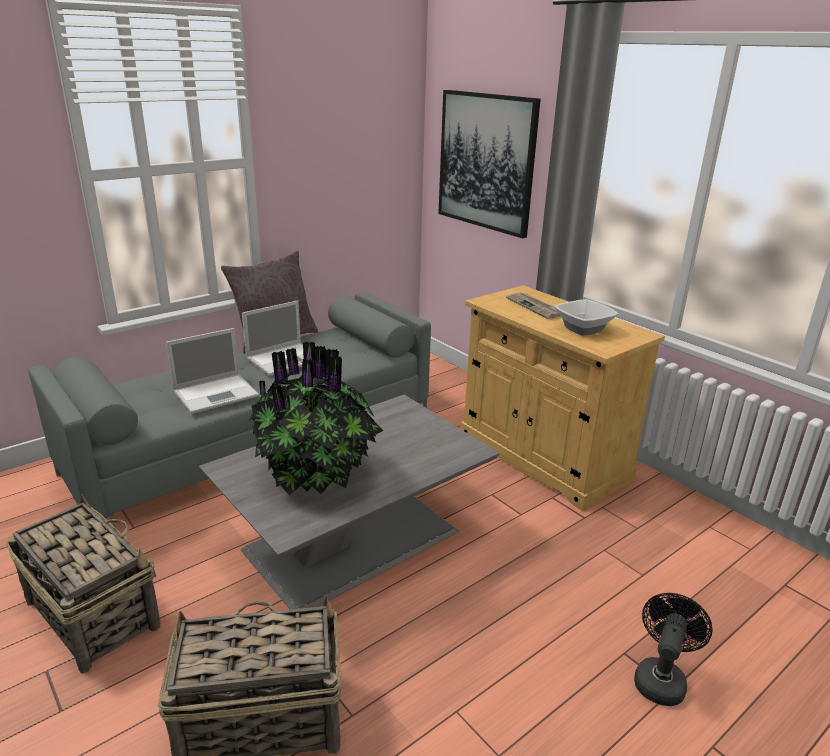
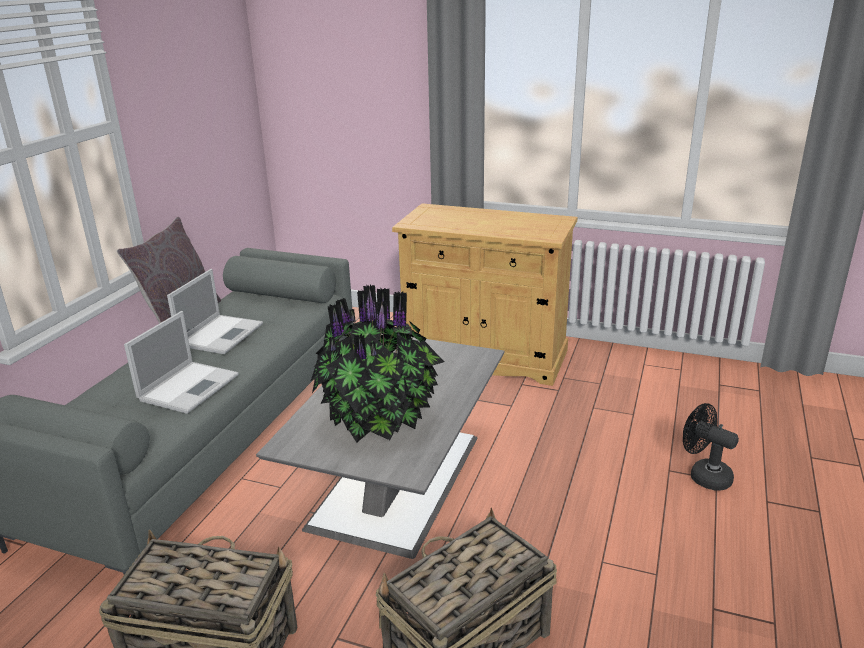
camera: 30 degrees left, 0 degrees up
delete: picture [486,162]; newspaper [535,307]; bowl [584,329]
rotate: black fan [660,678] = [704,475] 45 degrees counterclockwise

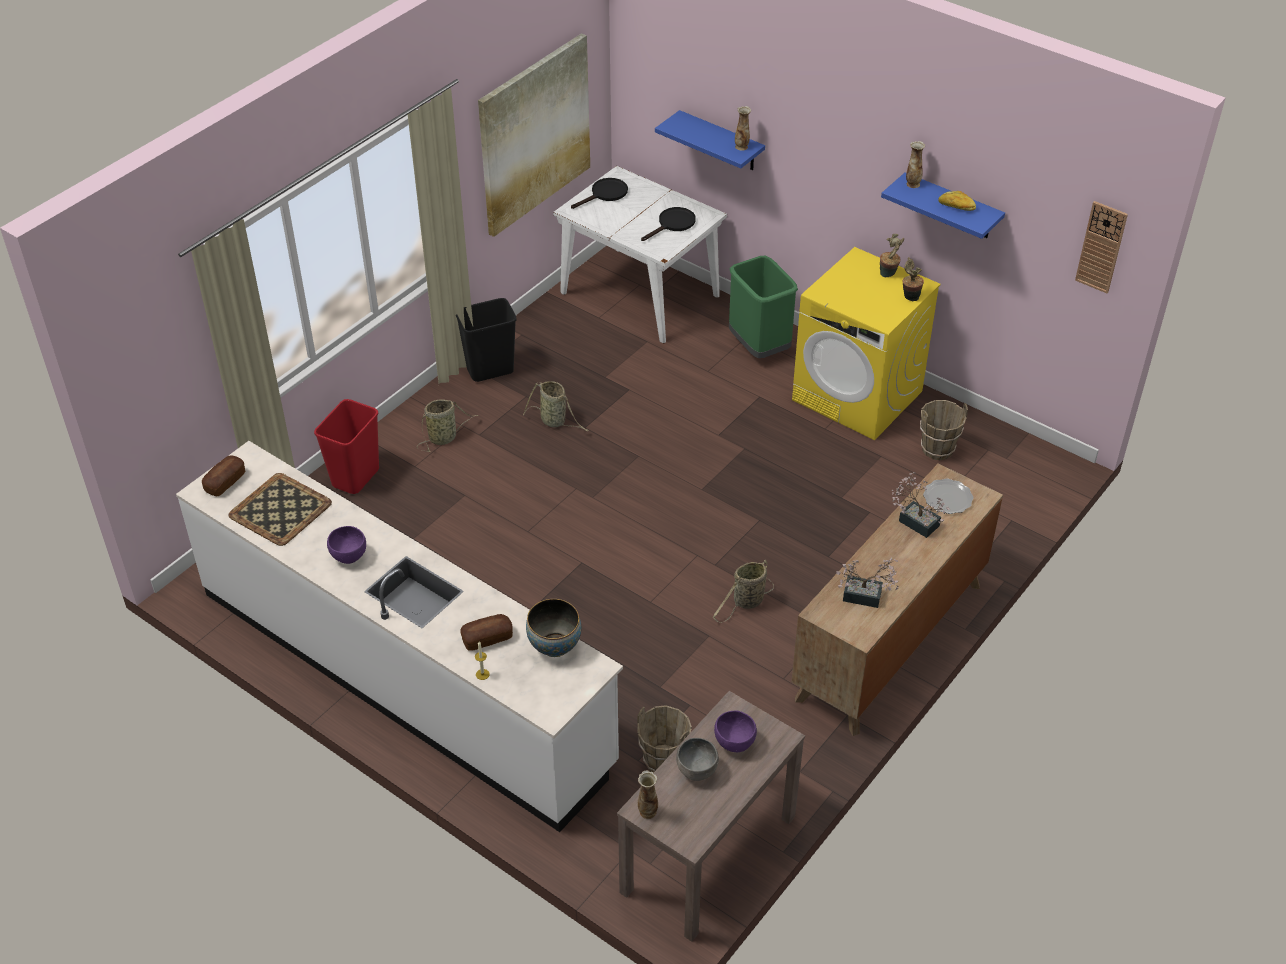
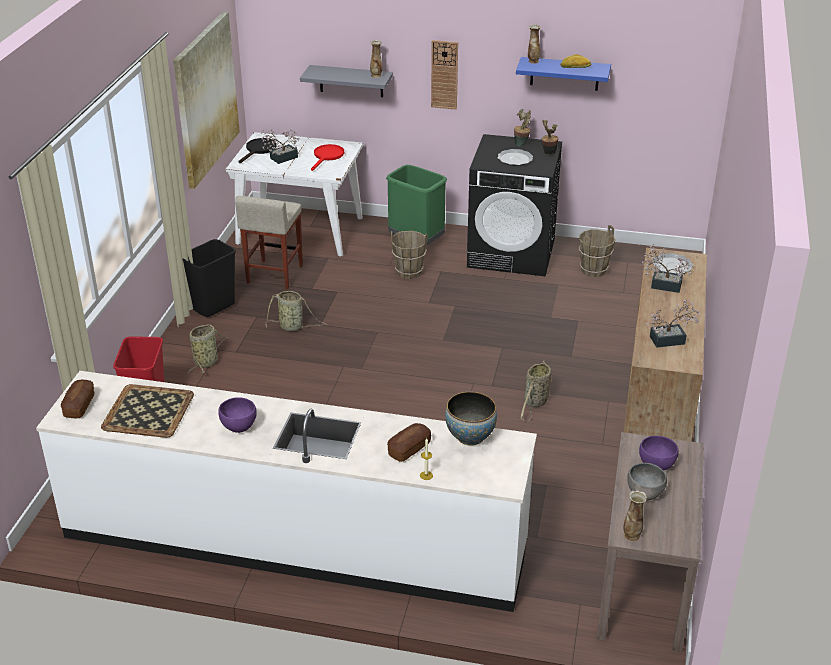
camera: 25 degrees left, 10 degrees down
insert: beige stool [274,275]; potted plant [281,158]; plate [514,159]
move: brown bucket [664,761] to [409,272]; wall clock [1101,247] to [444,74]
recolor: blue shelf [721,141] to grey shelf [351,81]; black frying pan [673,224] to red frying pan [327,156]; yellow washing machine [858,396] to black washing machine [512,253]

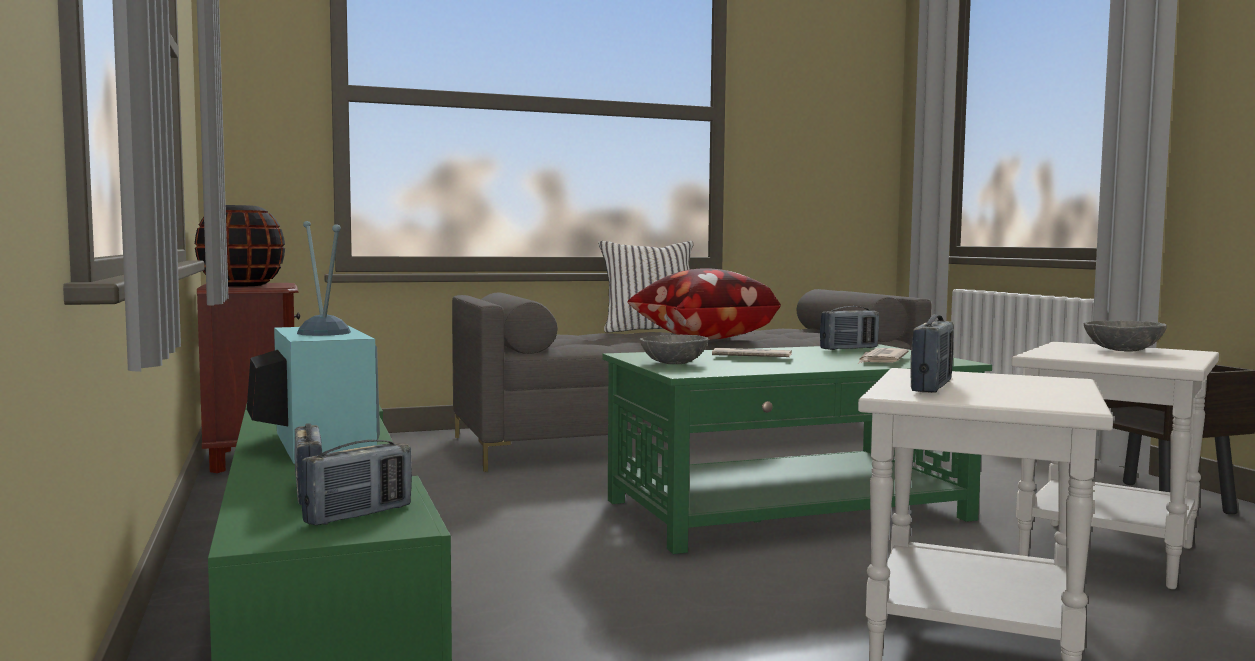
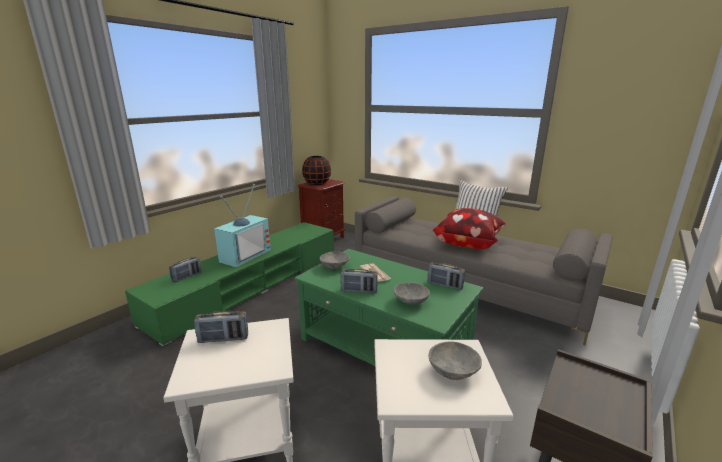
camera: 55 degrees right, 15 degrees up
move: radio [358,515] to [359,290]
replace: newspaper [881,360] to grey bowl [410,302]

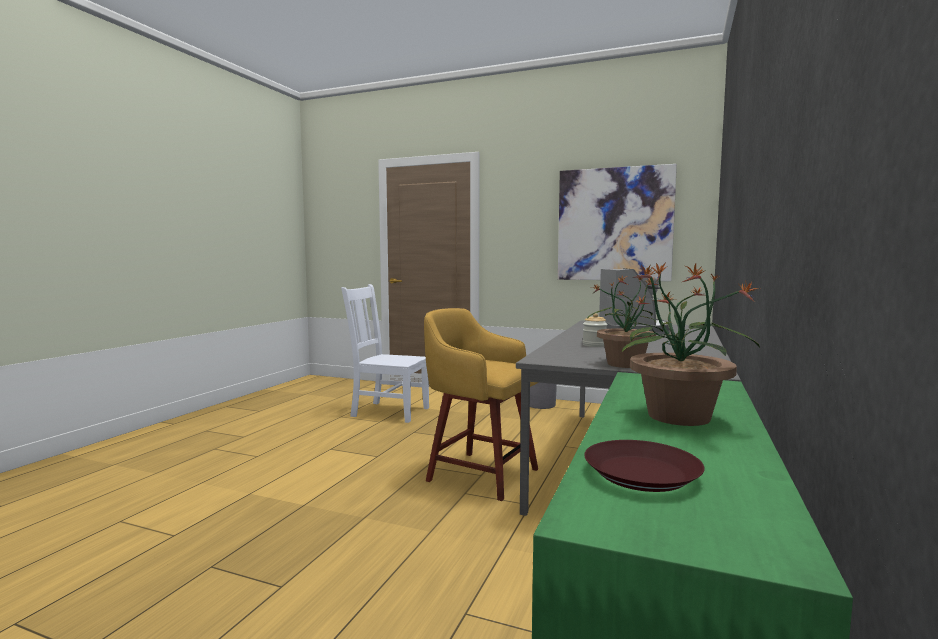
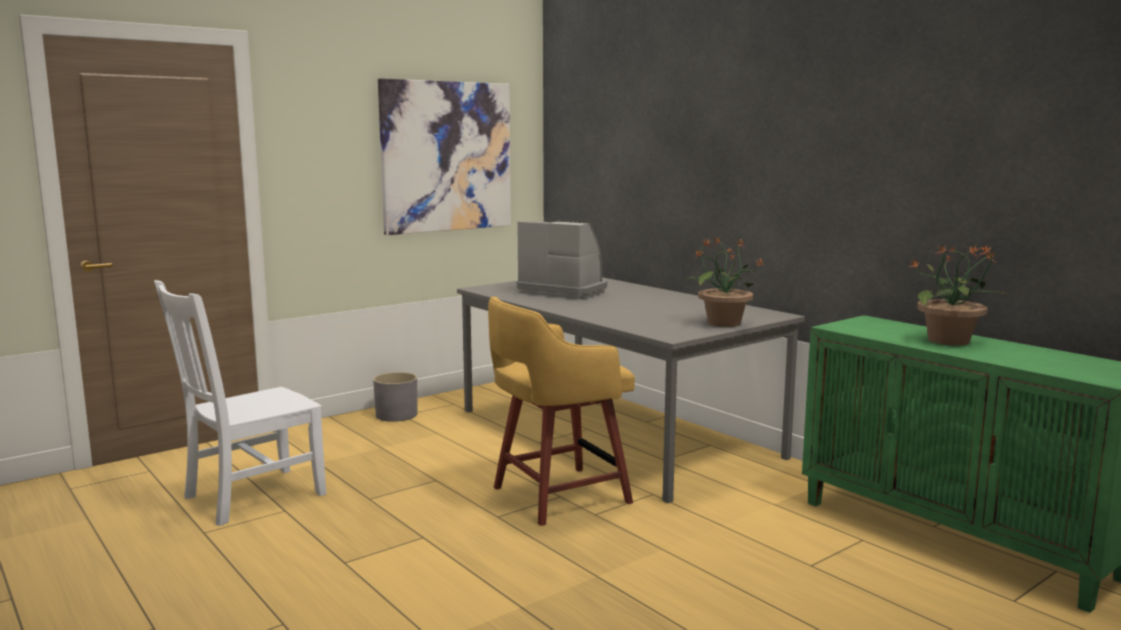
camera: 60 degrees left, 5 degrees up
delete: jar [594,345]; brown plate [642,474]

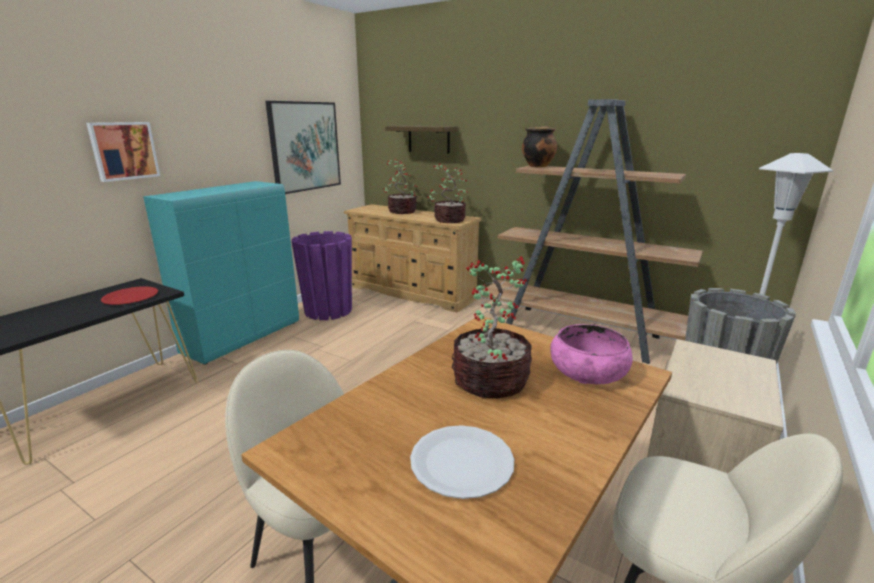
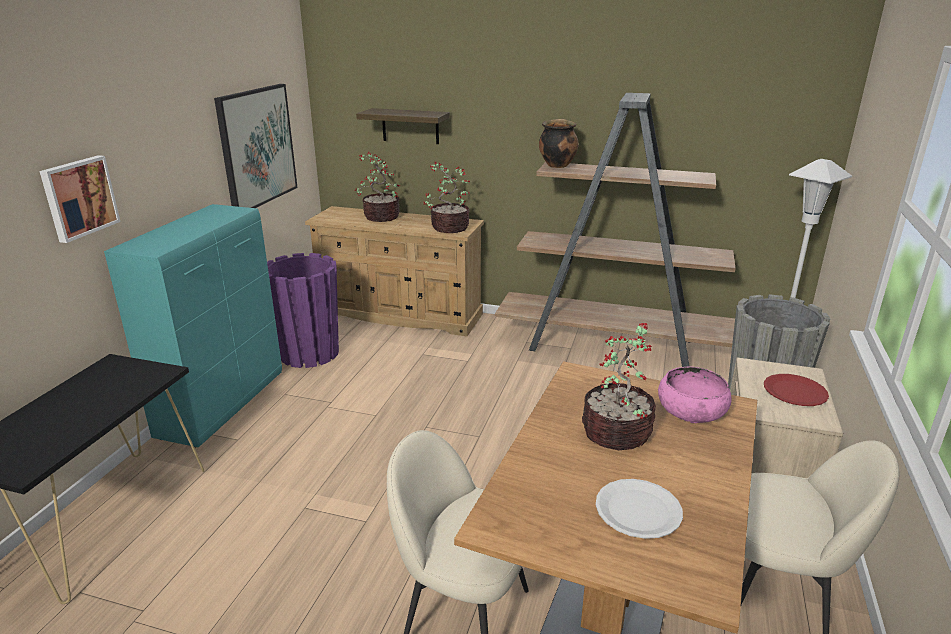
camera: 15 degrees left, 5 degrees up
move: red plate [130,297] to [795,391]

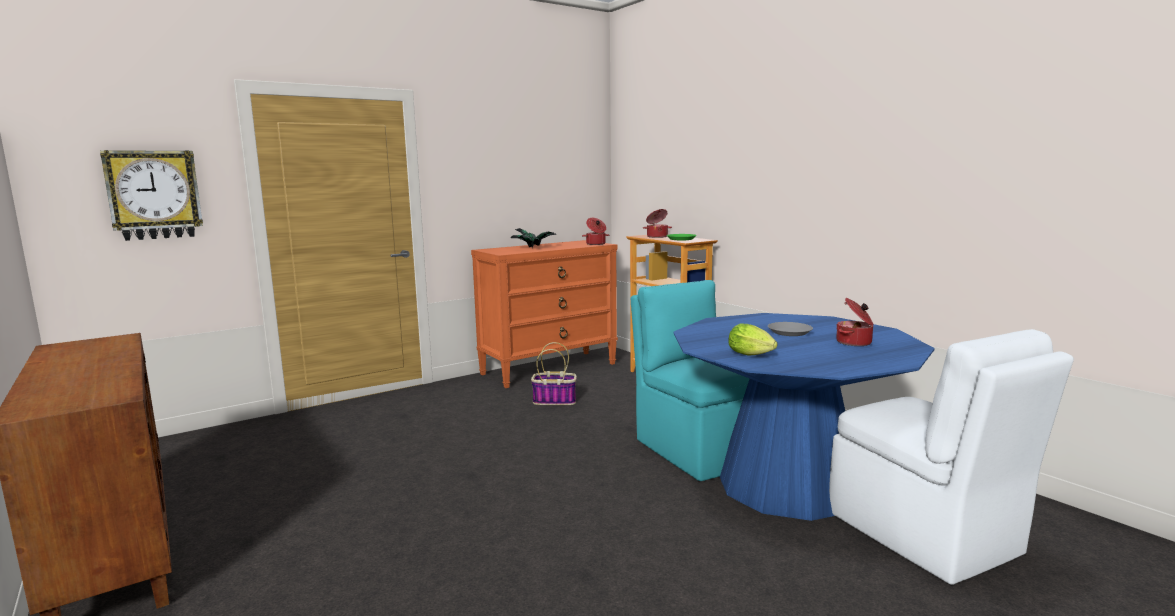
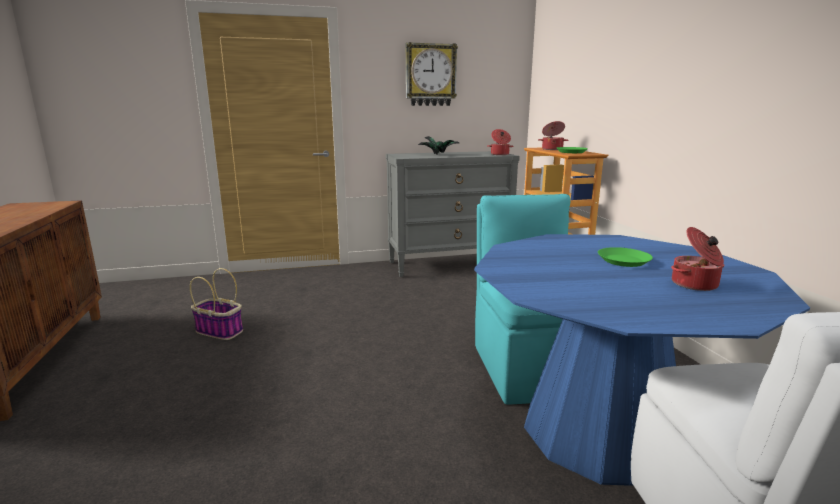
camera: 20 degrees right, 5 degrees up
delete: lettuce [753,355]
move: basket [555,401] to [220,331]; wall clock [154,195] to [430,75]
recolor: orange dresser [549,368] to grey dresser [449,264]; grey plate [789,332] to green plate [623,261]

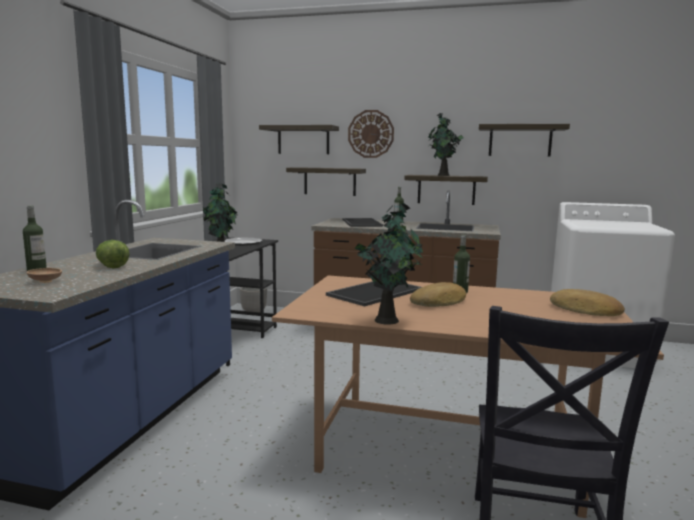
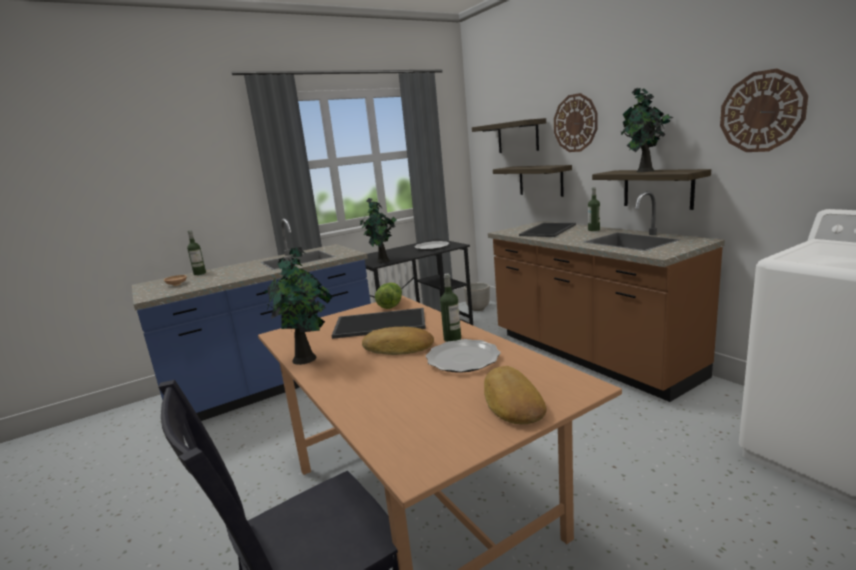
camera: 45 degrees right, 5 degrees up
insert: plate [463,358]
move: lettuce [111,265] to [390,304]
replace: shelf [520,141] to wall clock [761,111]

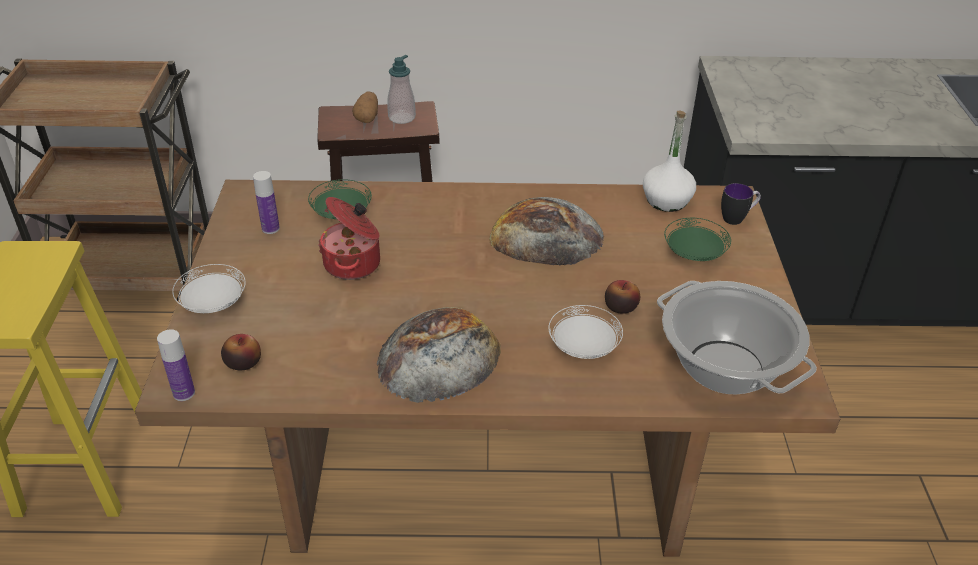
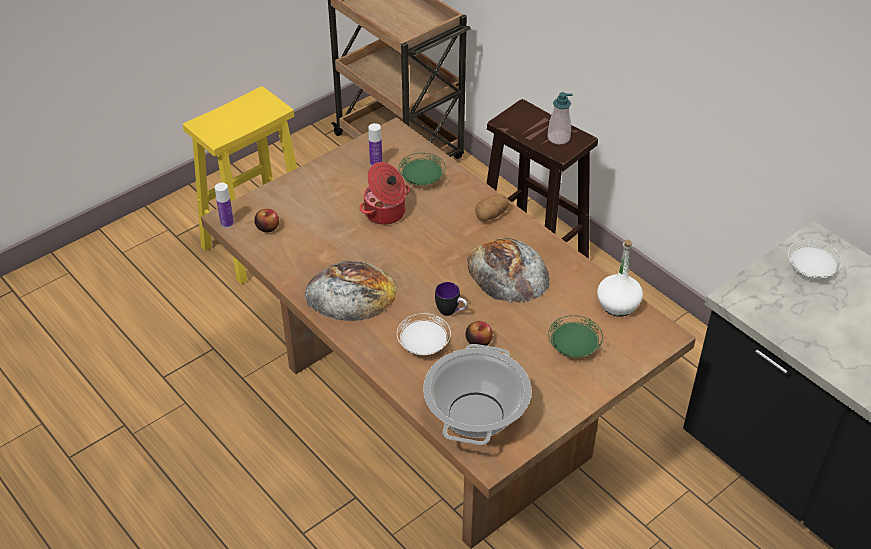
camera: 50 degrees right, 5 degrees up
move: mug [737,218] to [451,312]; potato [367,117] to [491,215]; white plate [212,304] to [810,270]

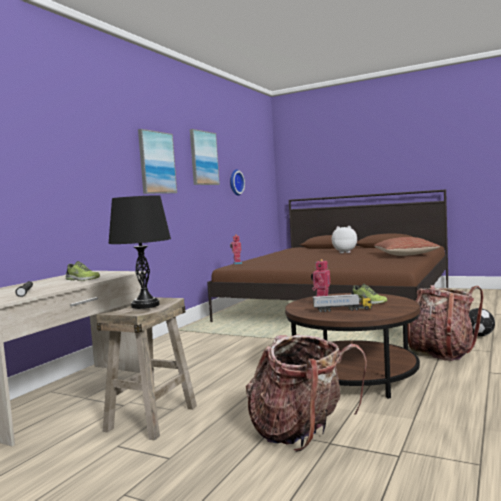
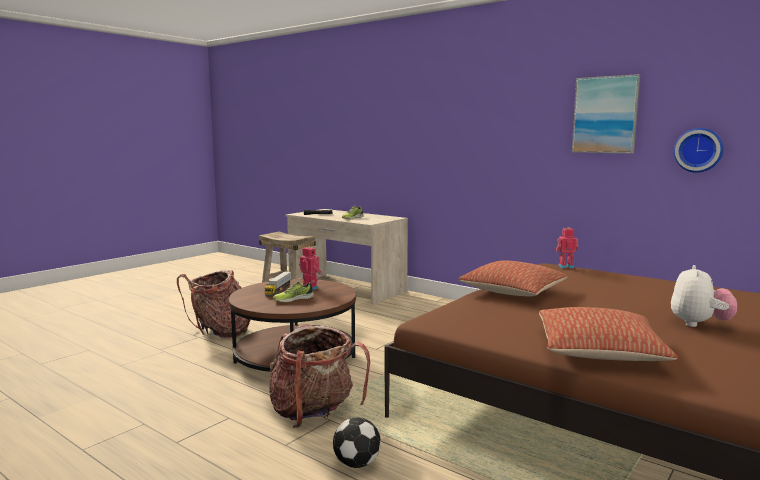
camera: 100 degrees right, 5 degrees up
delete: black table lamp [145,305]; picture [156,162]
insert: pillow [513,292]

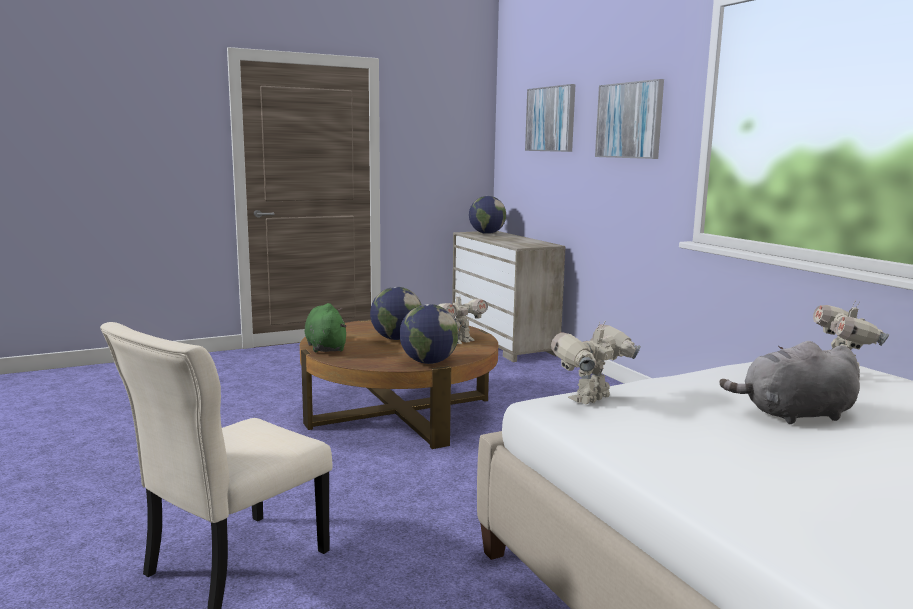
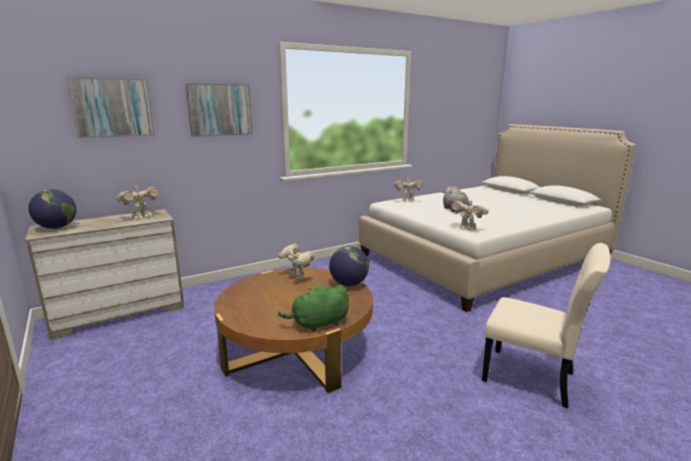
camera: 95 degrees left, 5 degrees up
delete: globe [396,339]
insert: toy robot [141,217]

